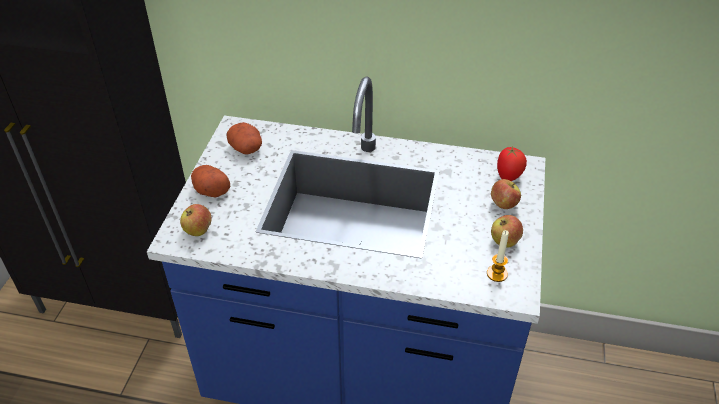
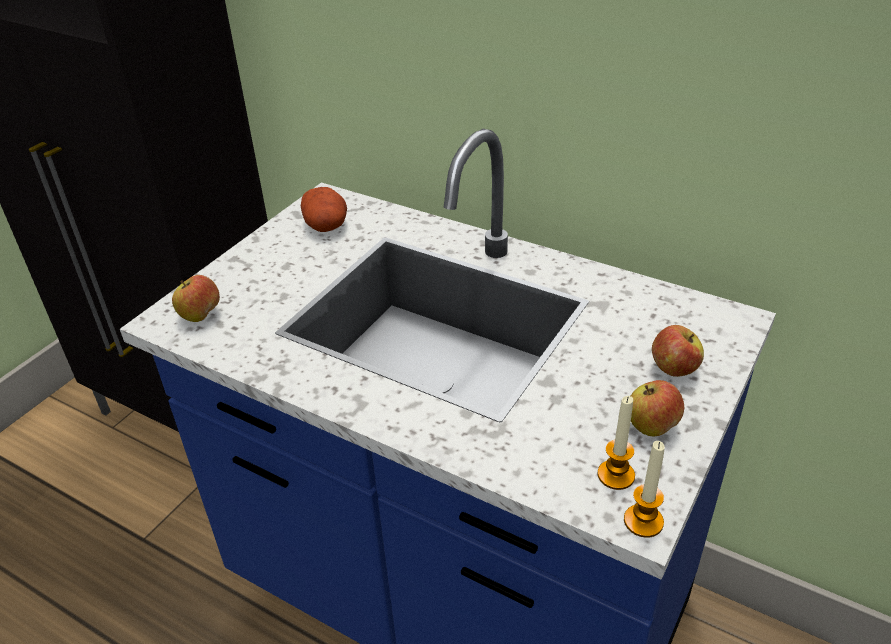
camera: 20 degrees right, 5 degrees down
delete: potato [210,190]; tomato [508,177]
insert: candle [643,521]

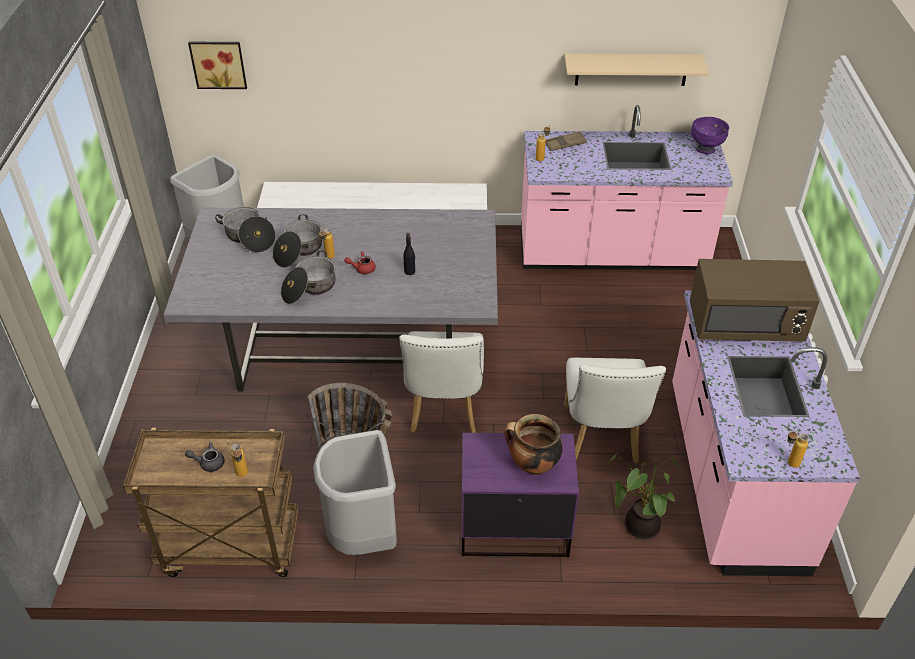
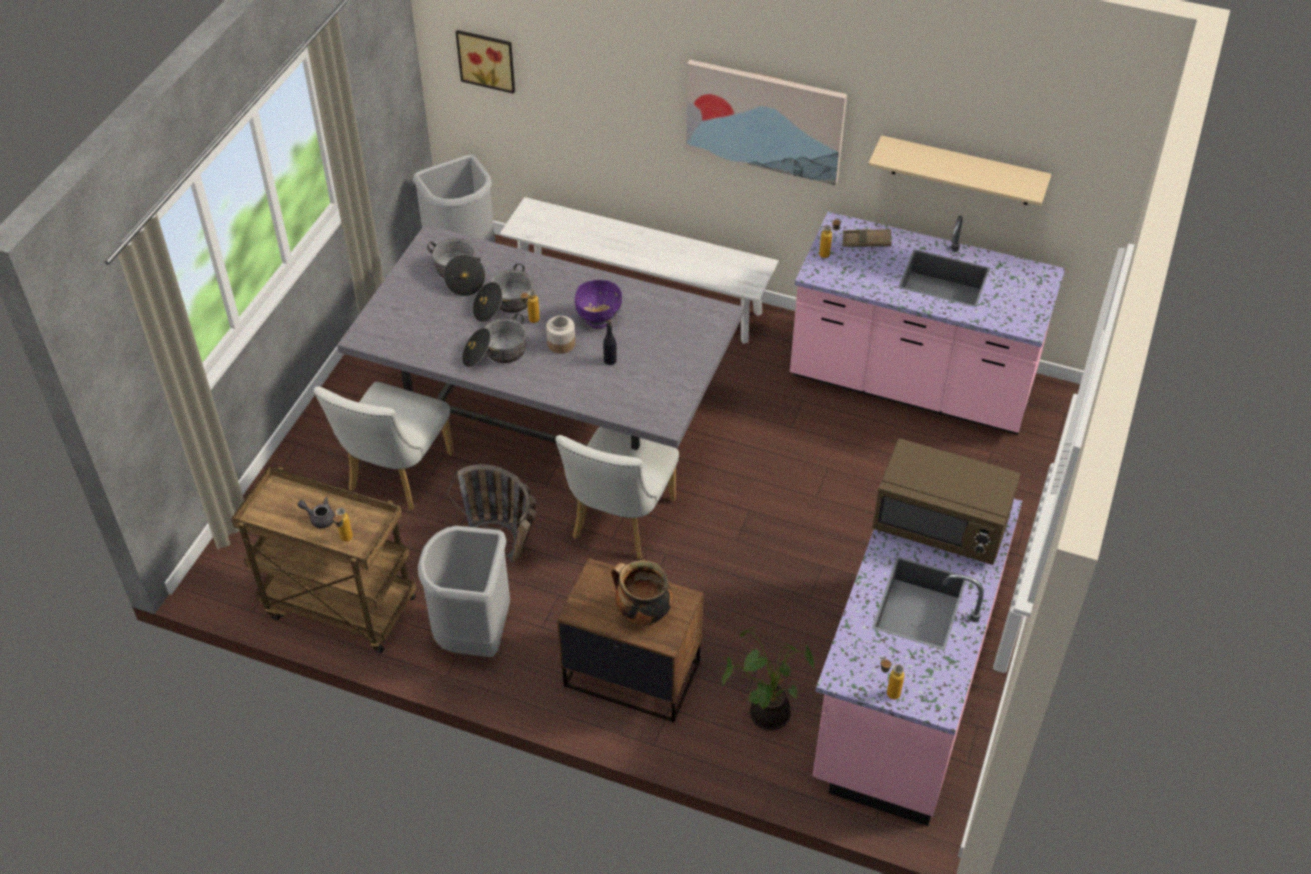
camera: 20 degrees right, 5 degrees up
insert: picture [764,120]
move: white chair [602,439] to [396,477]; purple bowl [706,150] to [598,321]
replace: red teapot [362,269] to jar [561,344]
recolor: purple nightstand [513,527] to brown nightstand [631,673]

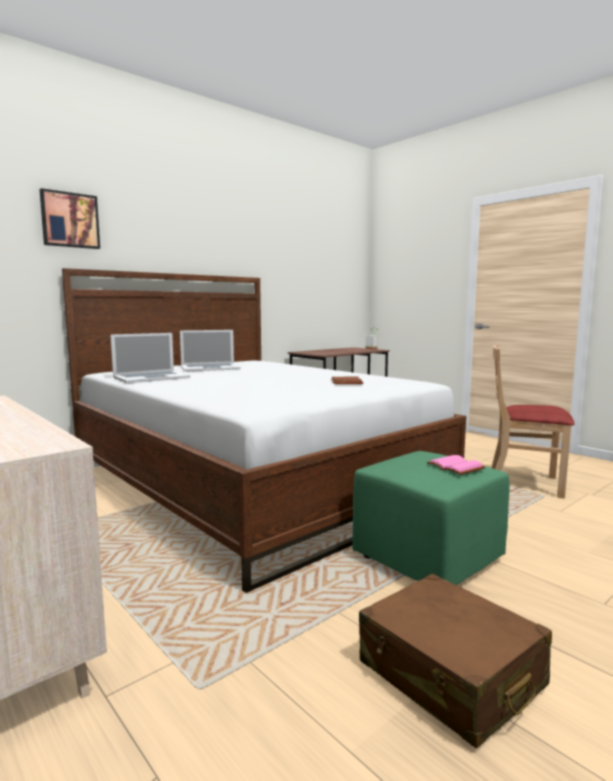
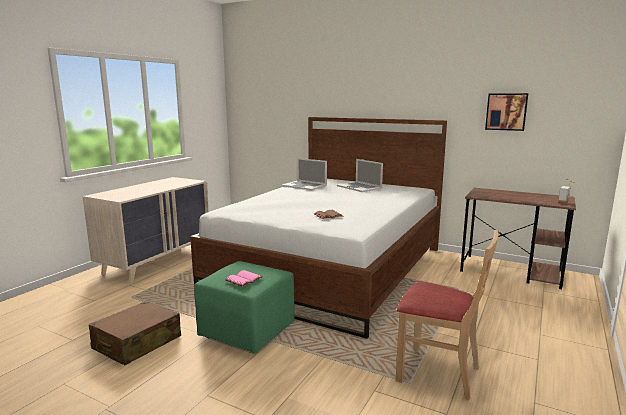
camera: 70 degrees right, 5 degrees up
move: picture [70,220] to [506,111]
rotate: beige chair [524,483] = [438,372] 120 degrees clockwise

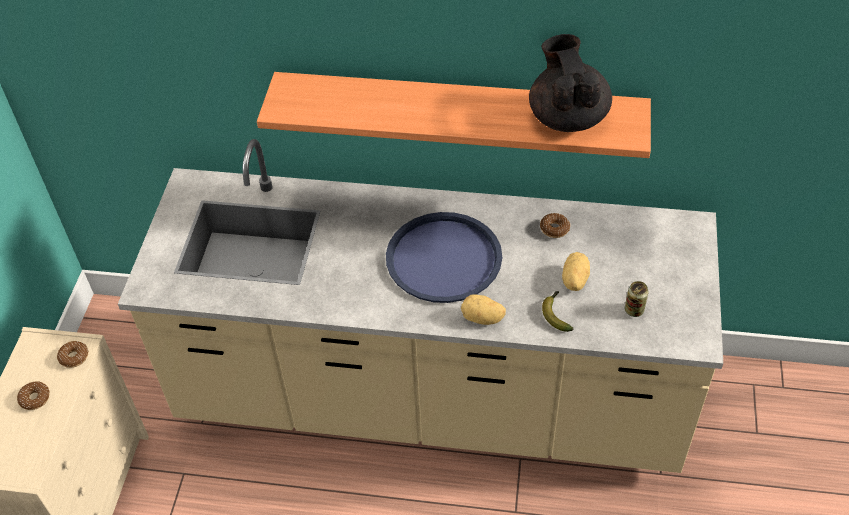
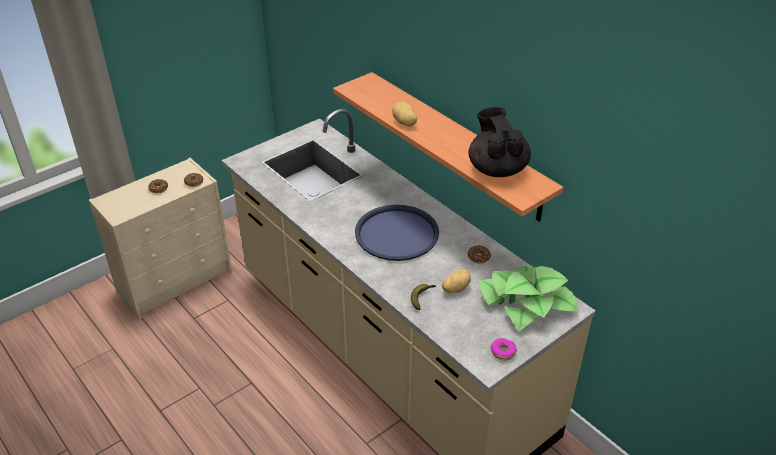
camera: 40 degrees right, 10 degrees down
delete: can [634,310]
insert: potted plant [526,302]; donut [503,352]
move: potato [482,319] to [404,123]
rotate: black teapot [567,117] = [497,169] 45 degrees counterclockwise

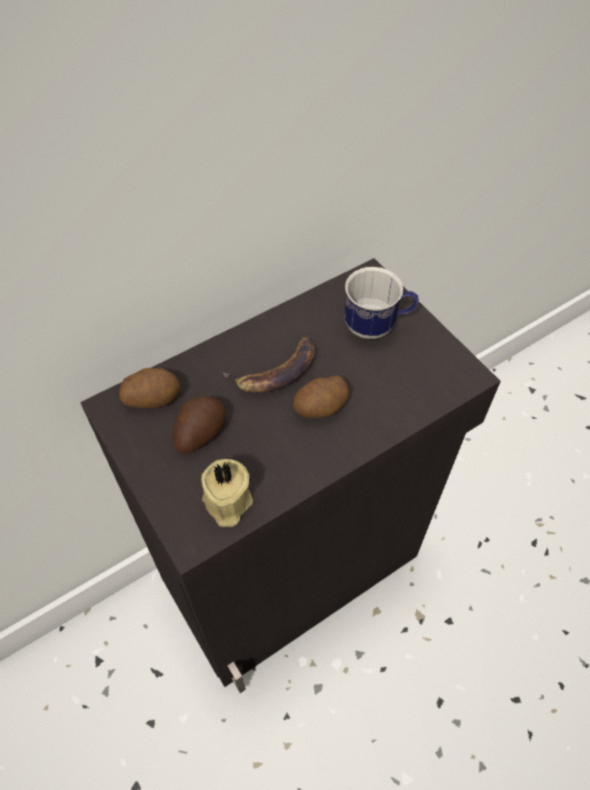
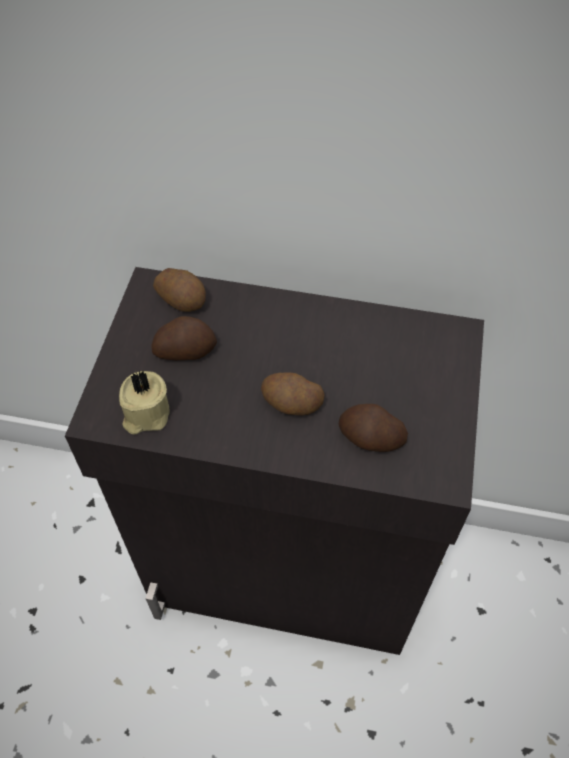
camera: 45 degrees right, 0 degrees up
delete: banana [276,370]; mug [376,326]
insert: potato [370,439]

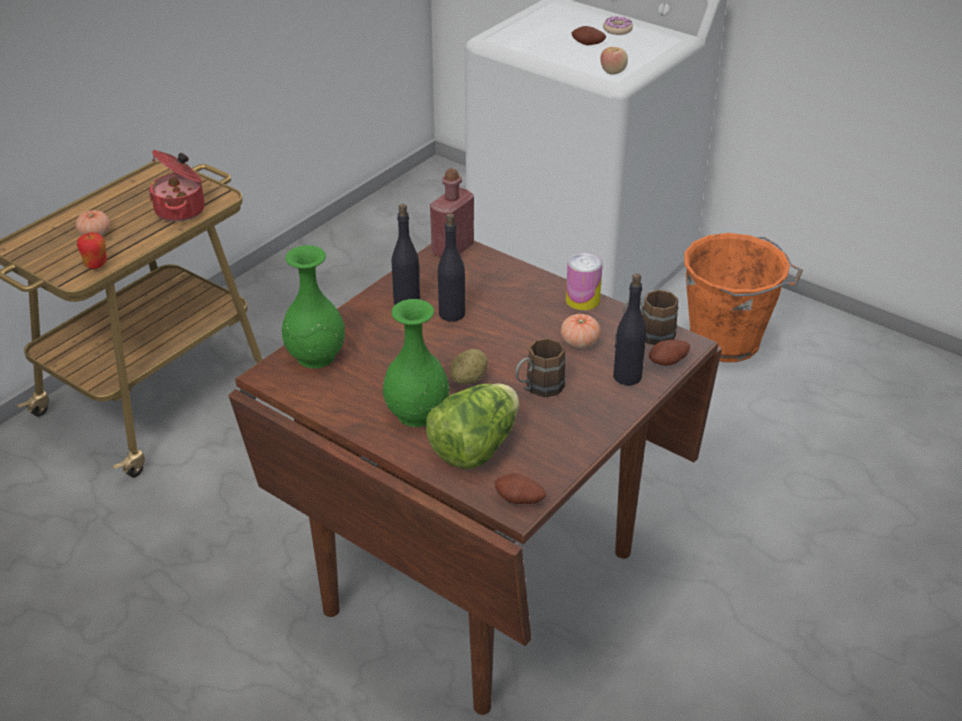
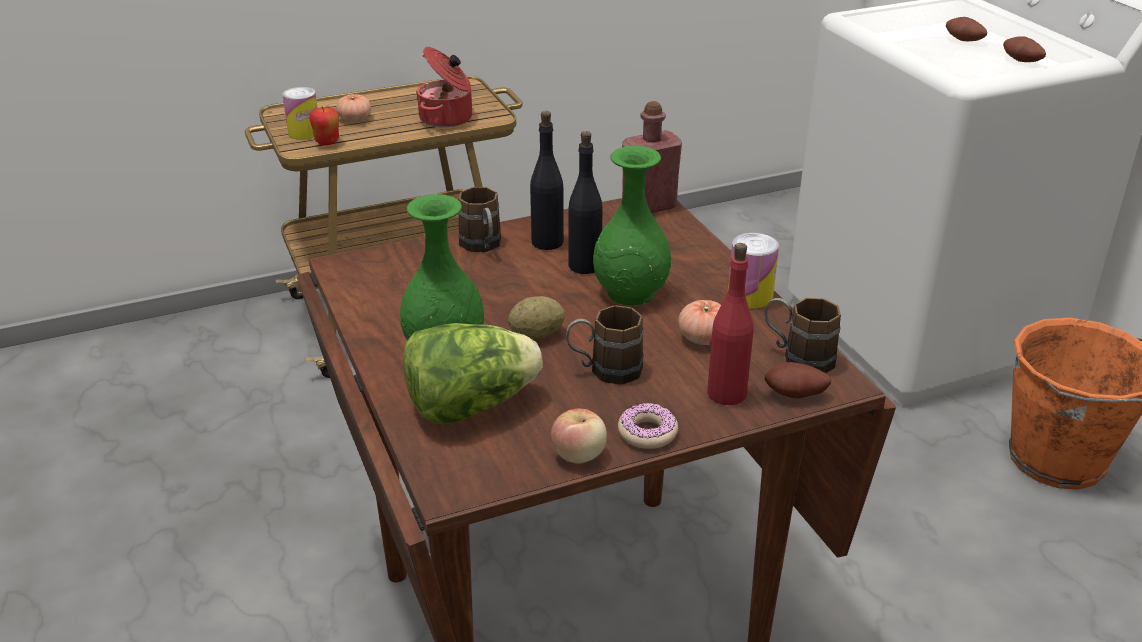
camera: 30 degrees right, 5 degrees down
insert: can [304,133]; brown mug [483,247]
move: apple [613,72] to [579,455]; green vase [315,356] to [630,292]; donut [617,30] to [647,433]; potato [519,501] to [1020,62]
recolor: black bottle [626,376] to red bottle [726,393]

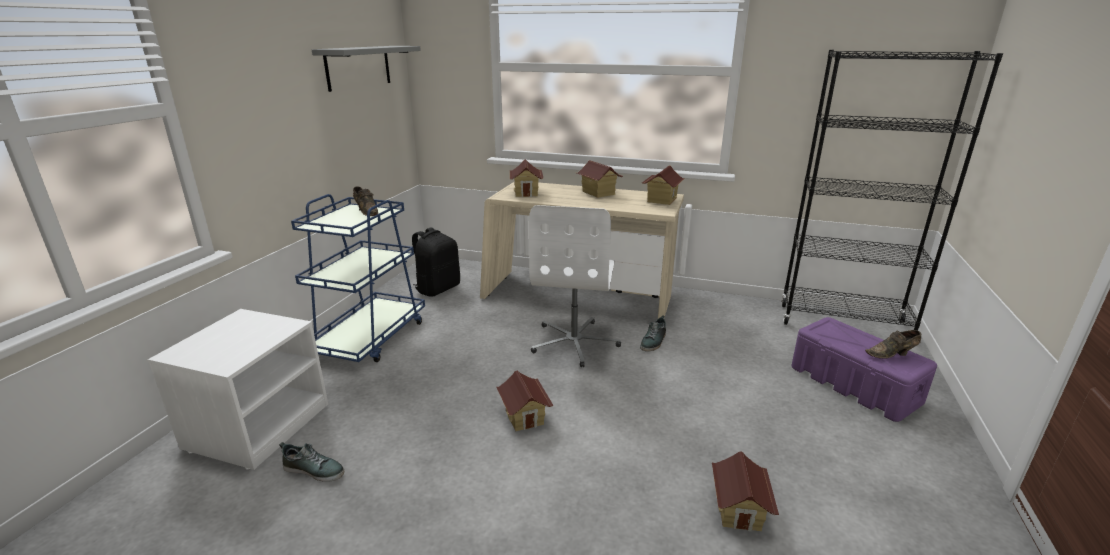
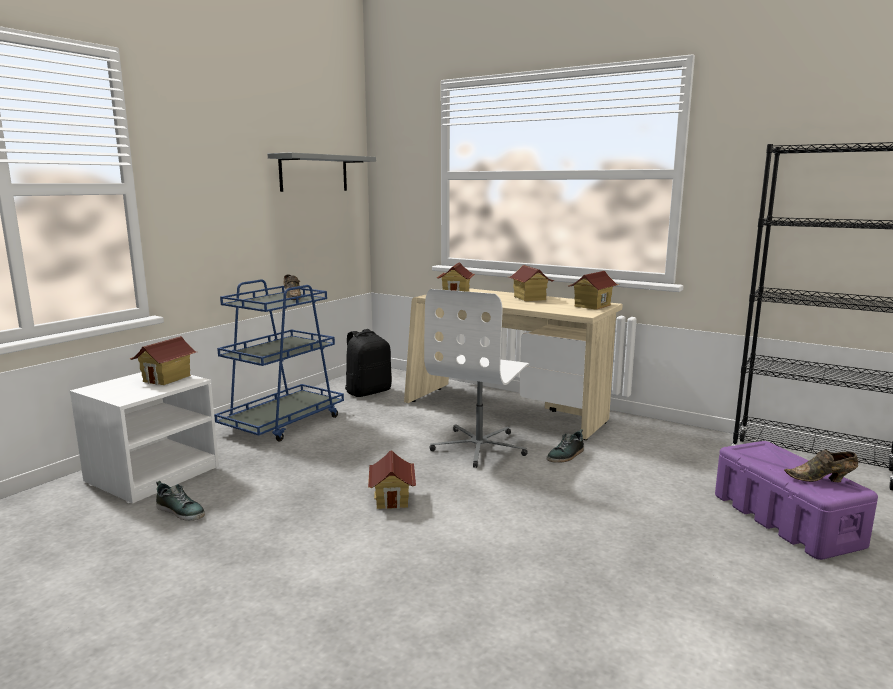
camera: 15 degrees right, 10 degrees down
move: toy house [739,511] to [167,379]

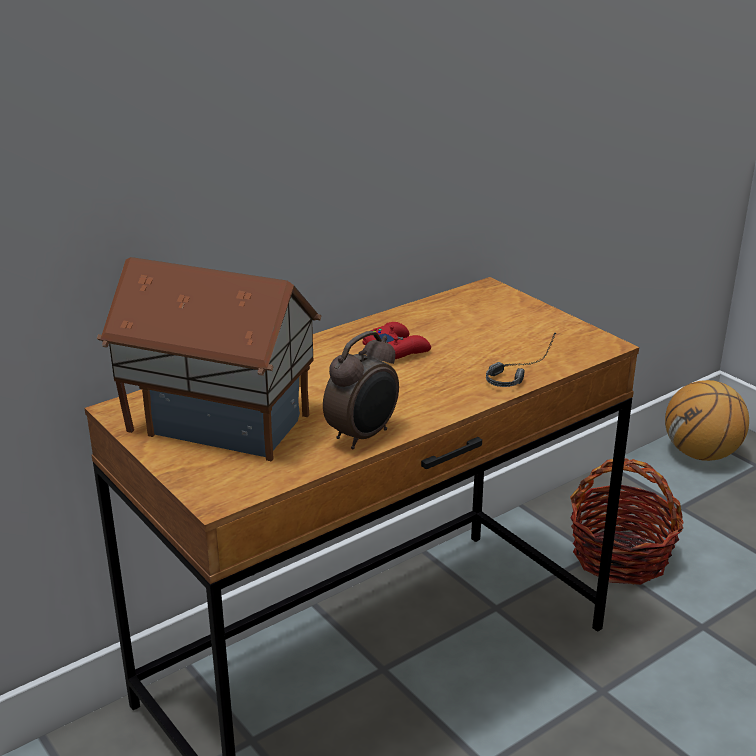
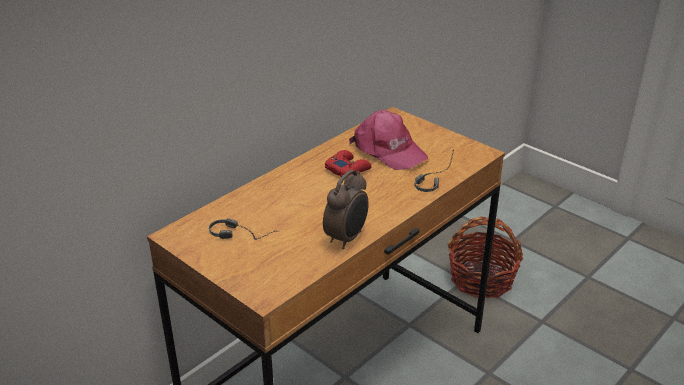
camera: 10 degrees left, 5 degrees up
delete: basketball [701,454]
insert: pink cap [388,150]
replace: toy house [220,419] to headphones [245,235]

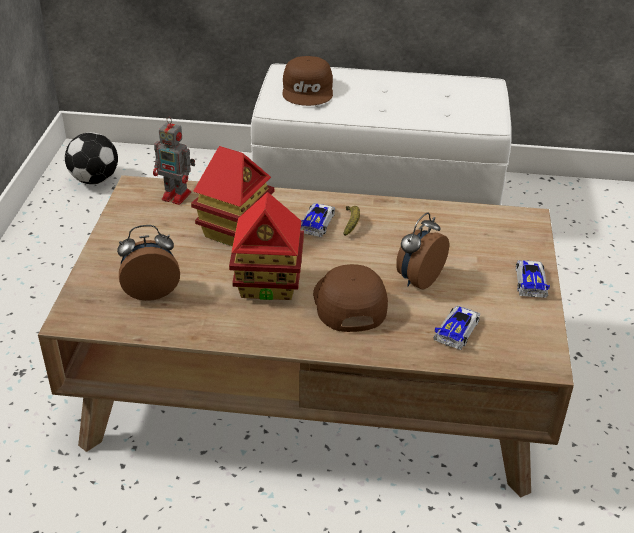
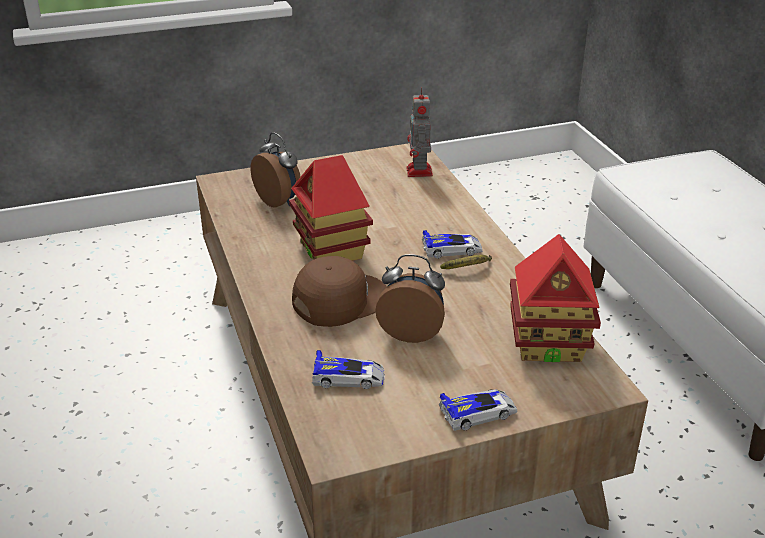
camera: 65 degrees right, 5 degrees down
delete: football [95,179]; brown cap [308,90]
move: toy house [235,230] to [548,344]

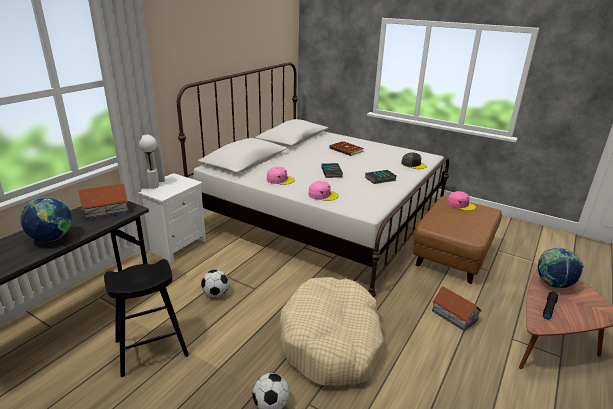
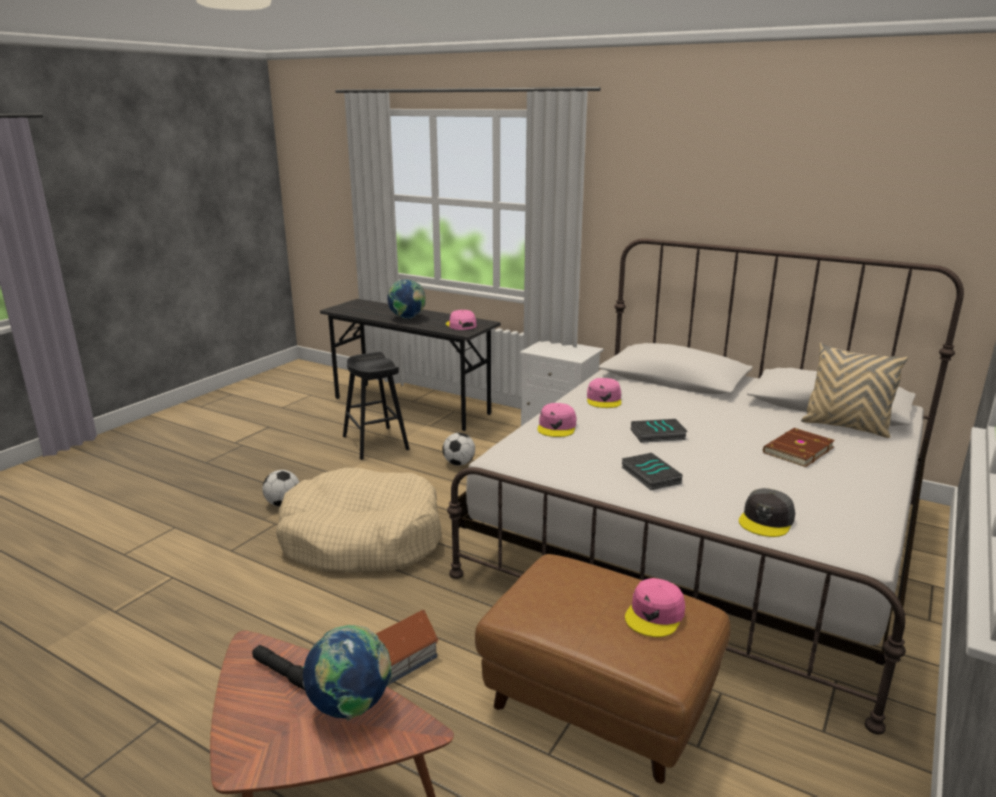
camera: 90 degrees right, 5 degrees down
delete: white table lamp [153,186]
insert: beige pillow [845,427]
replace: toy house [107,211] to pink cap [460,325]

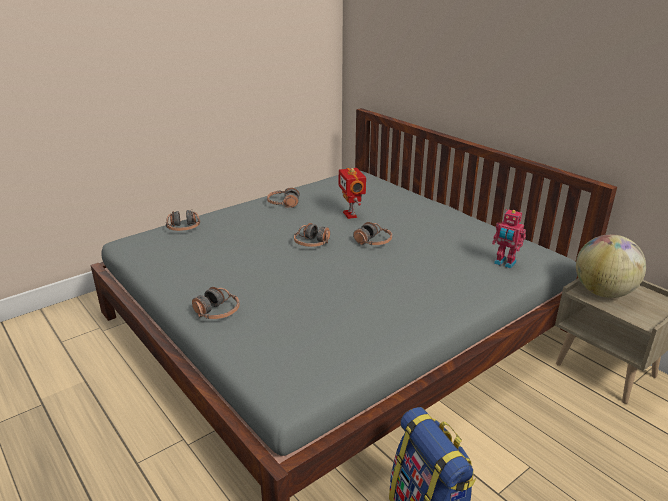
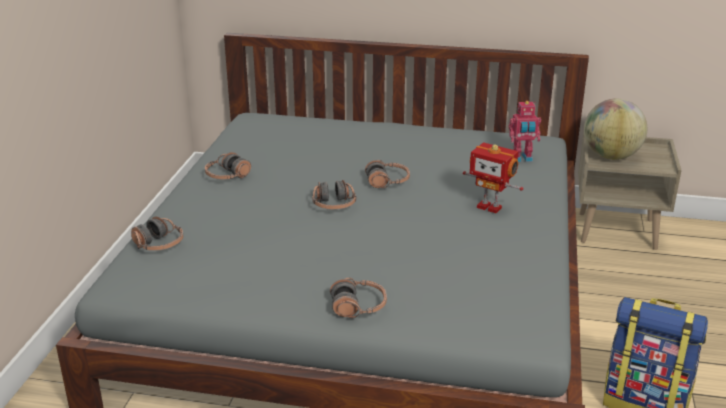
camera: 40 degrees left, 0 degrees up
move: toy robot [351,215] to [490,207]

